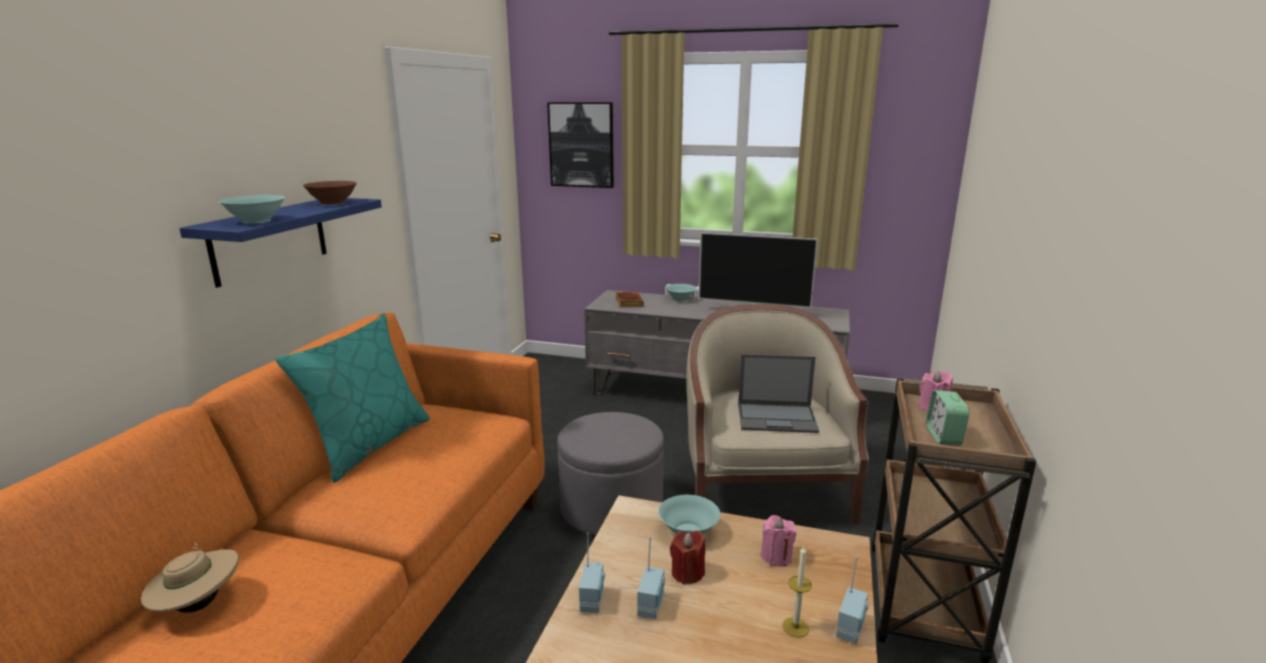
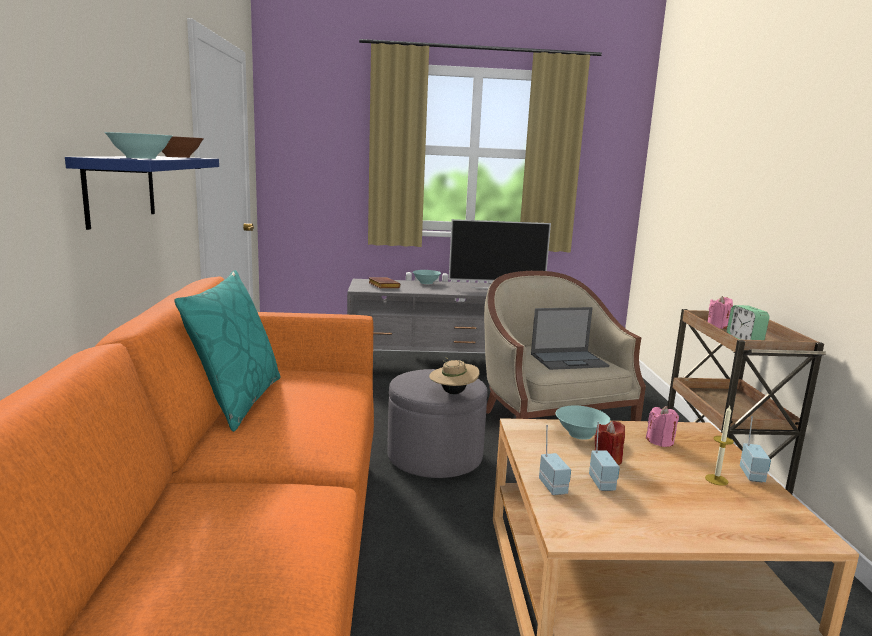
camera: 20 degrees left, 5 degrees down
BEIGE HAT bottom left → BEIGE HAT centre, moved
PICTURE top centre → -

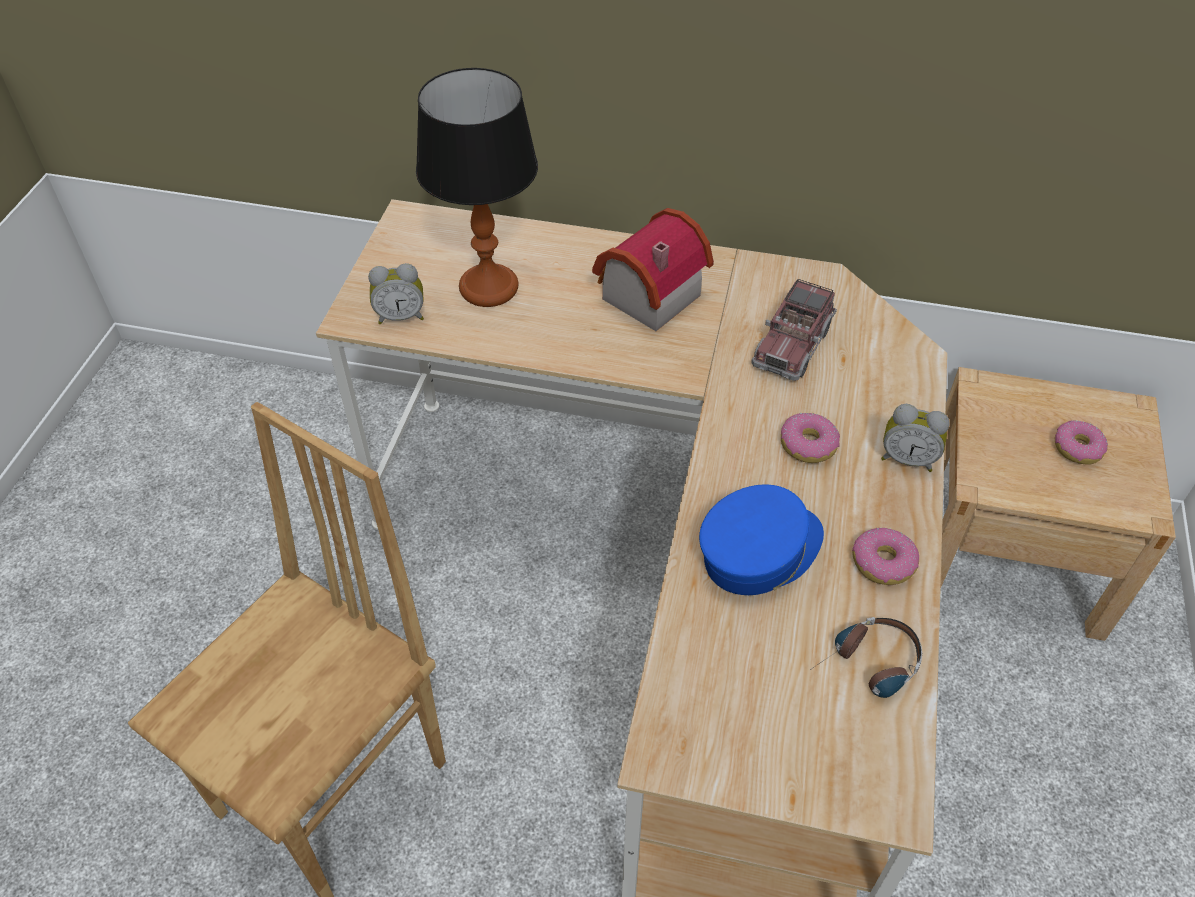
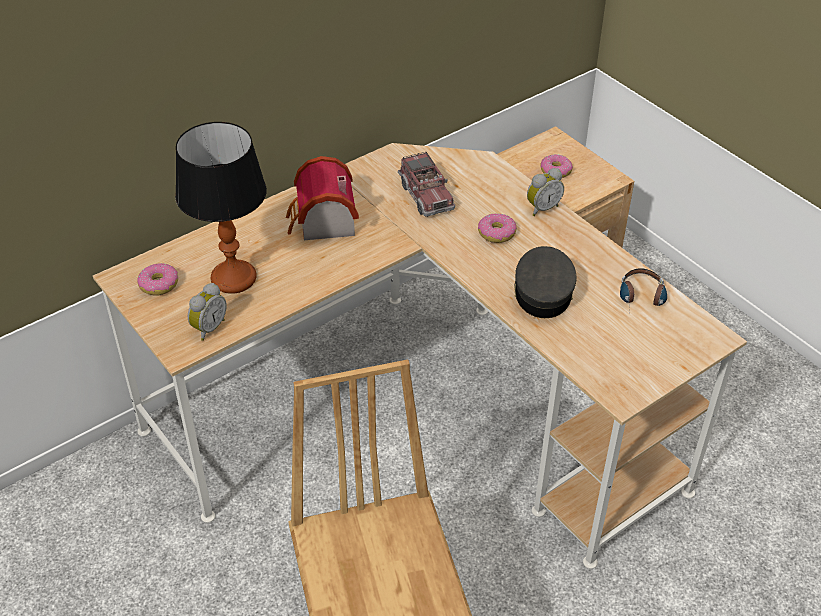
camera: 50 degrees left, 5 degrees down
DONUT (2nd from left in the first image) middle right → DONUT (1st from left) middle left, moved
BLUE CAP centre → GREY CAP centre

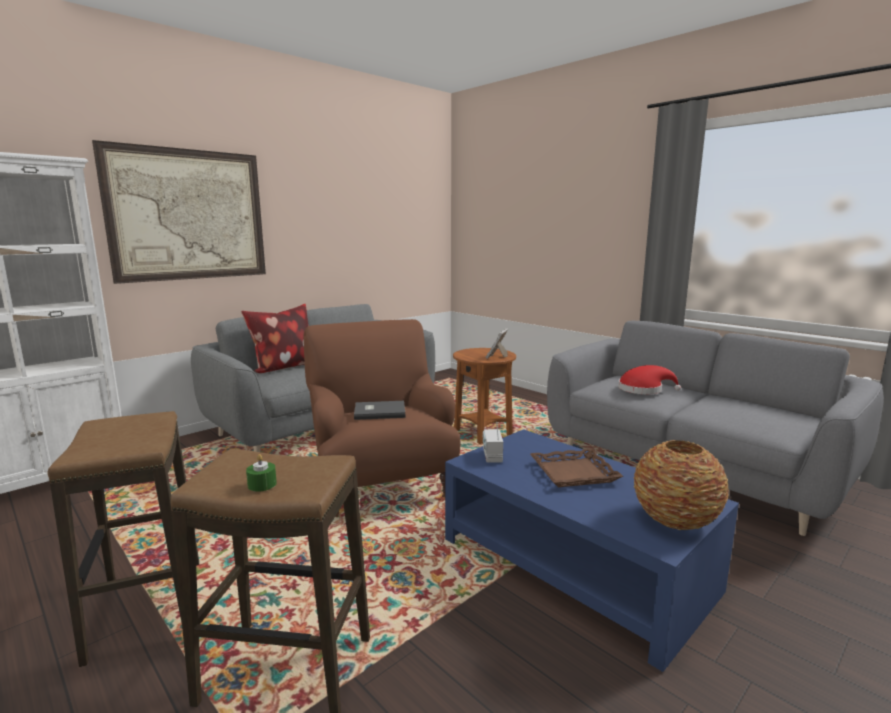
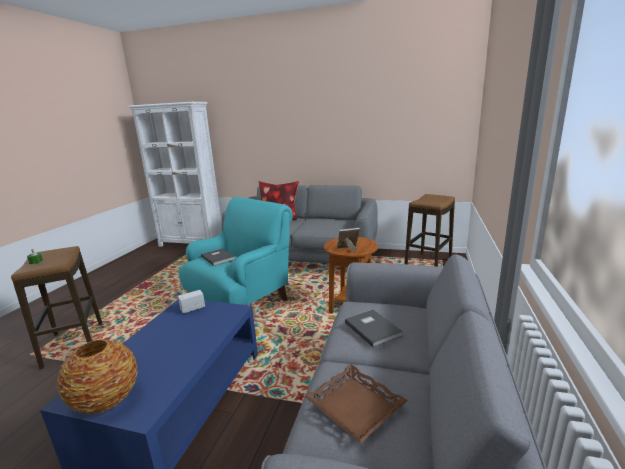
camera: 60 degrees right, 5 degrees up
BROWN ARMCHAIR centre → TURQUOISE ARMCHAIR centre
BROWN TRAY centre → BROWN TRAY bottom centre, moved
RED HAT middle right → GREY BOOK (2nd from left) bottom centre
STOOL (1st from left in the first image) bottom left → STOOL (2nd from left) middle right, moved
PICTURE top left → -

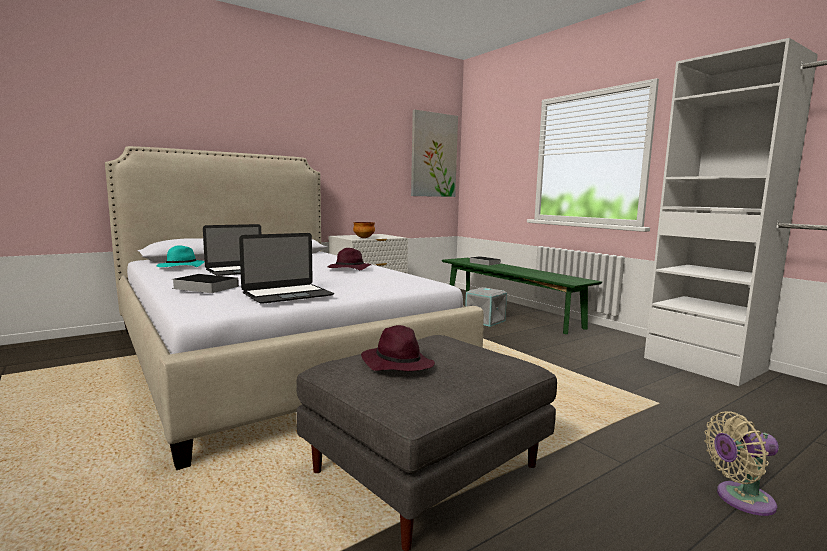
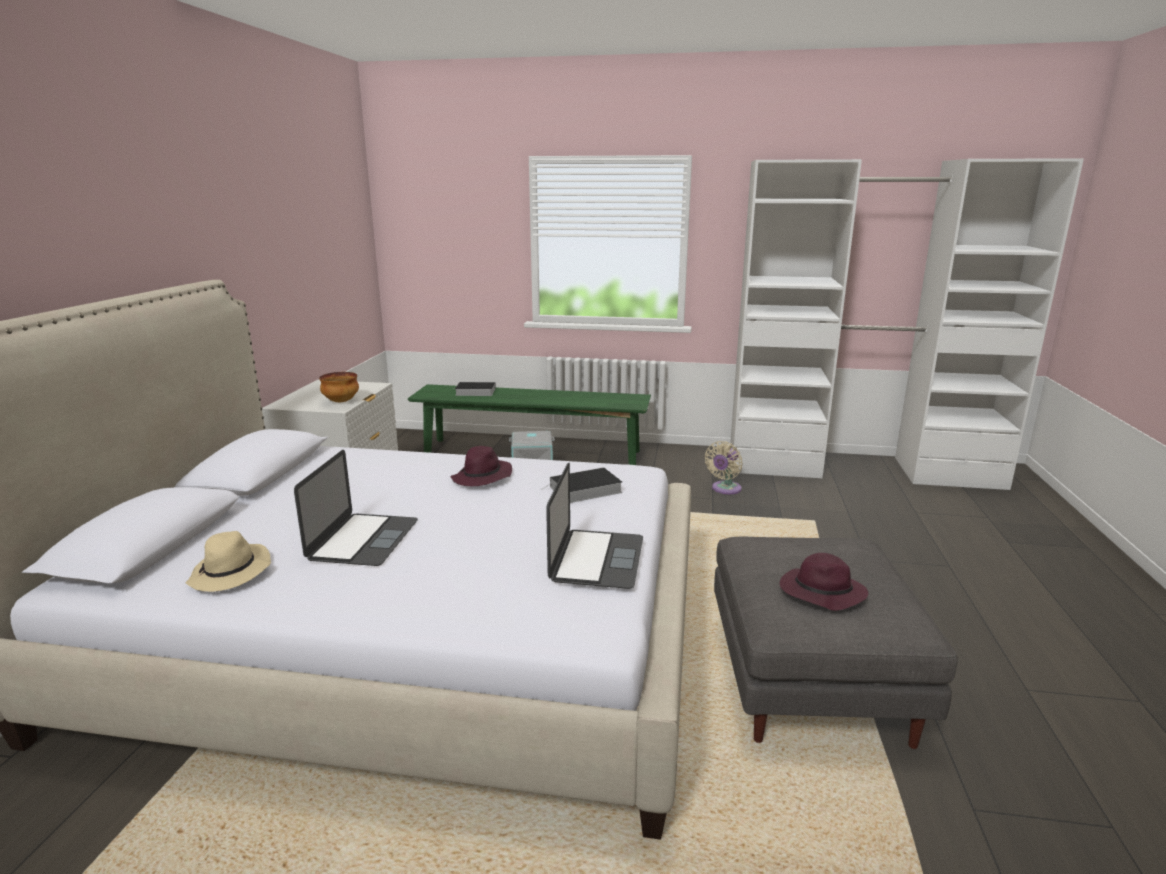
camera: 45 degrees left, 10 degrees up
TURQUOISE HAT middle left → BEIGE HAT middle left
BOOK (1st from left in the first image) middle left → BOOK (2nd from left) centre, moved
BEIGE FAN bottom right → BEIGE FAN centre, moved
PICTURE top centre → -

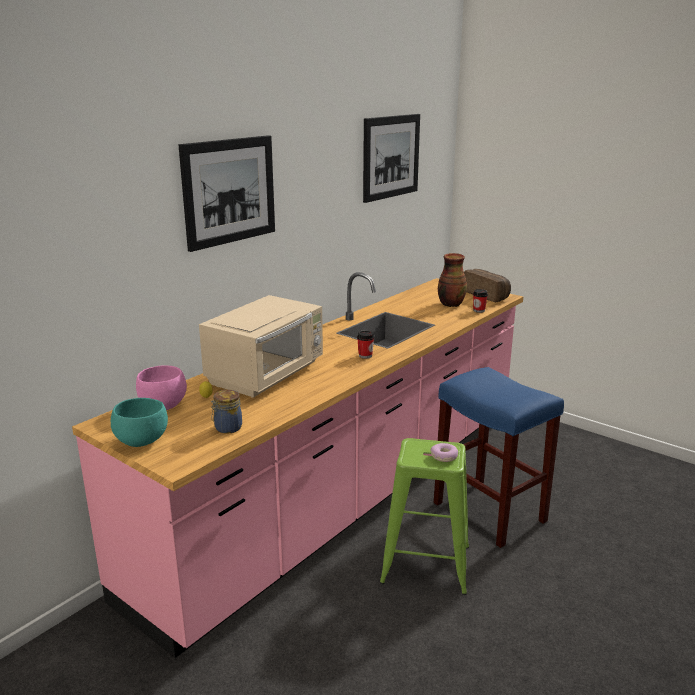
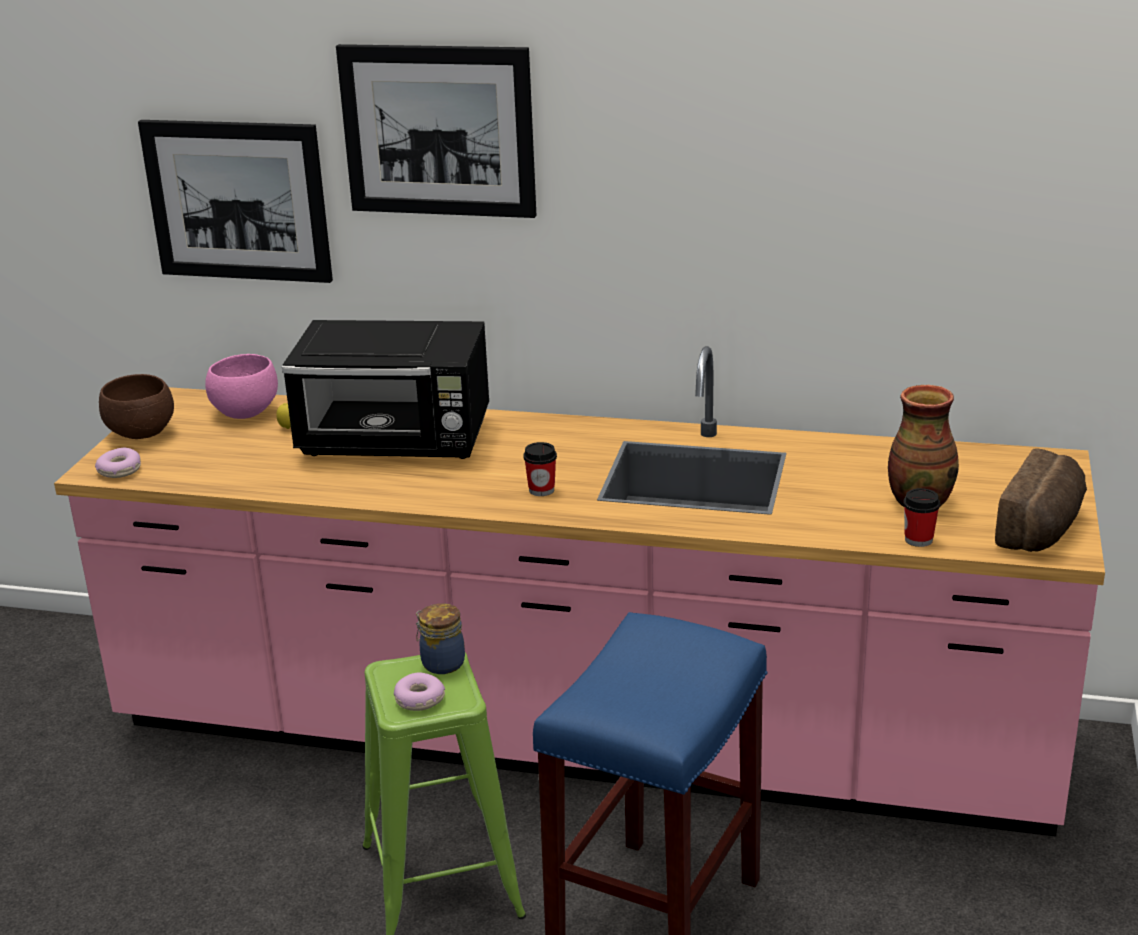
camera: 65 degrees right, 5 degrees up
- → DONUT (1st from left) middle left
TURQUOISE BOWL middle left → BROWN BOWL middle left
PICTURE (2nd from left in the first image) top centre → PICTURE (1st from left) top left, moved
BEIGE MICROWAVE centre → BLACK MICROWAVE centre
JAR middle left → JAR bottom centre, moved

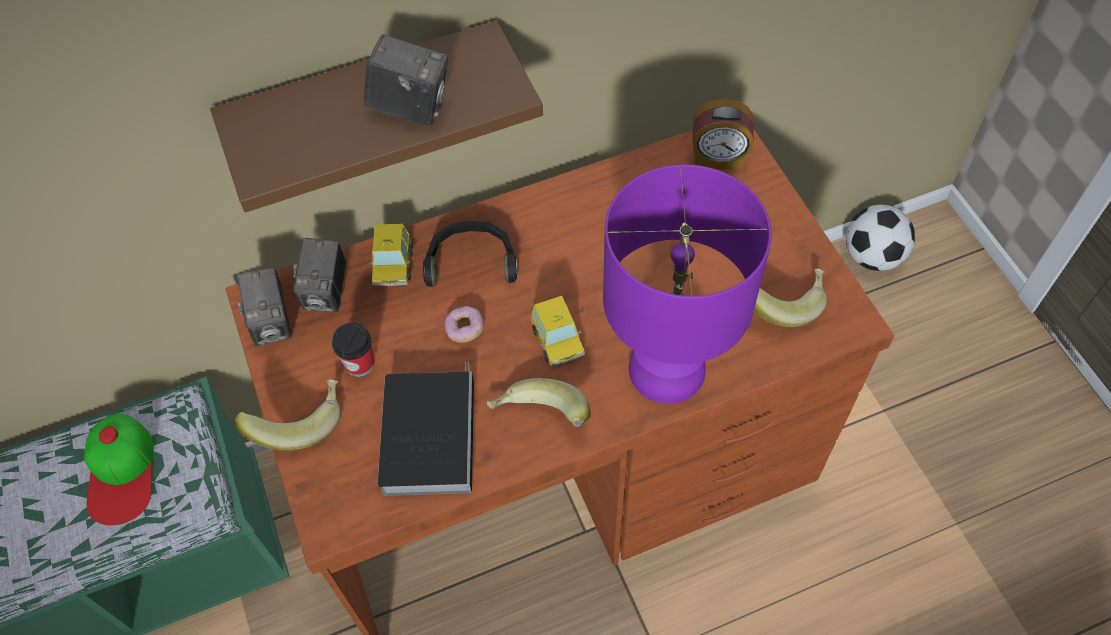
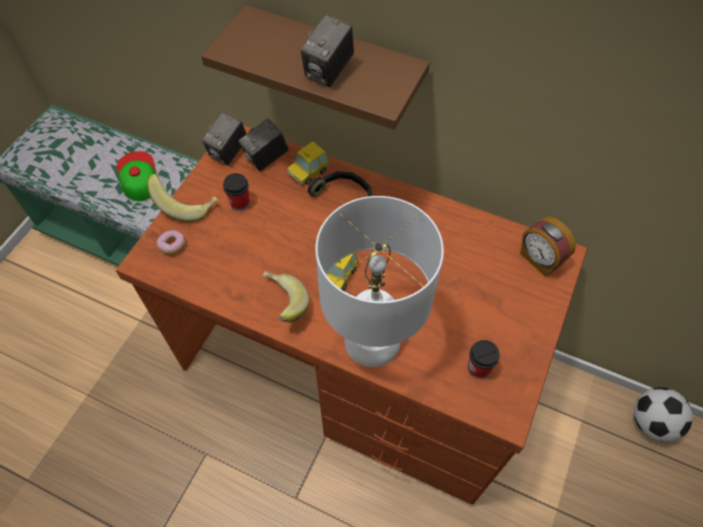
camera: 45 degrees right, 0 degrees up
CAP bottom left → CAP middle left, 120 degrees clockwise
DONUT centre → DONUT middle left, moved
PHOTO CAMERA (3rd from left) top centre, 60 degrees clockwise
PURPLE TABLE LAMP centre → WHITE TABLE LAMP centre
BANANA (3rd from left) middle right → CUP (2nd from left) bottom right
BOOK bottom centre → -

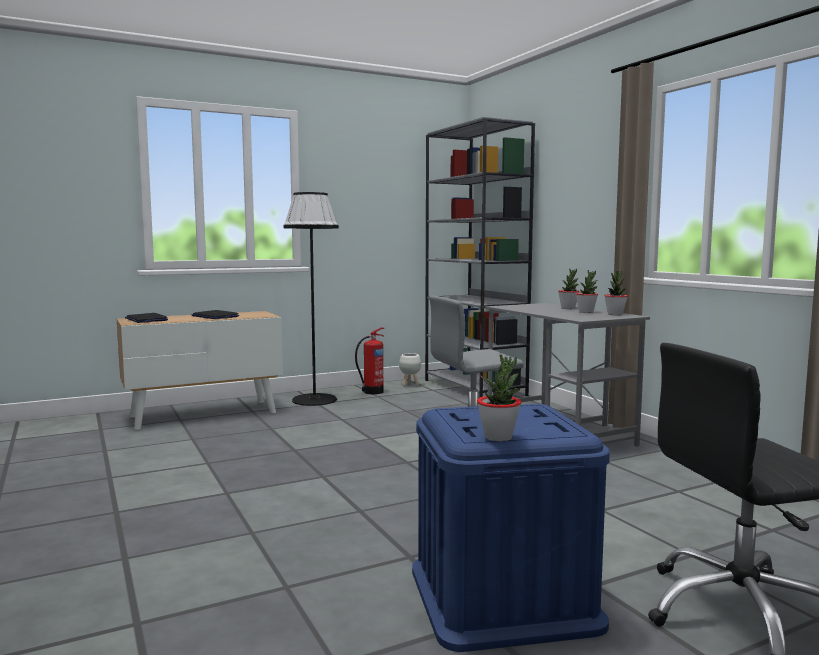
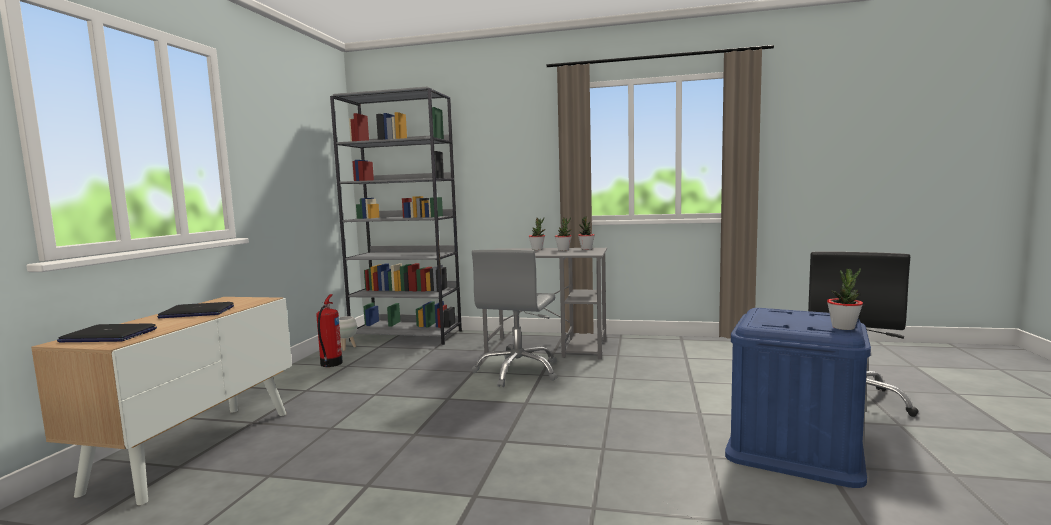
camera: 50 degrees left, 0 degrees up
BLACK FLOOR LAMP centre → -

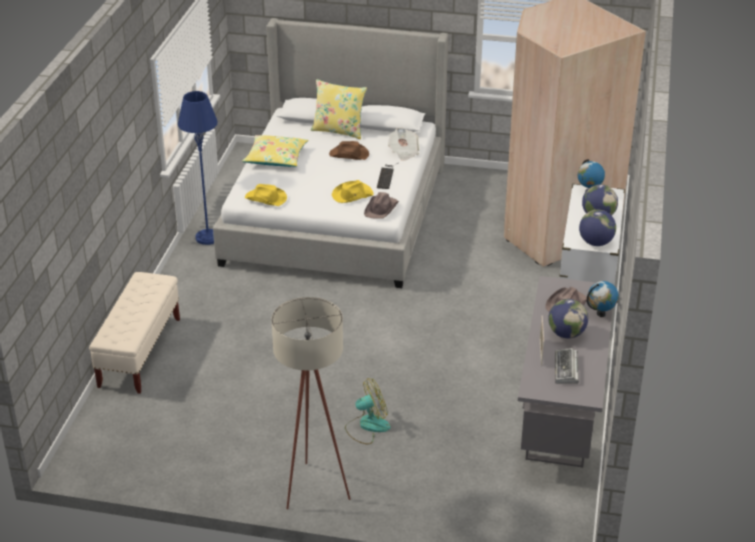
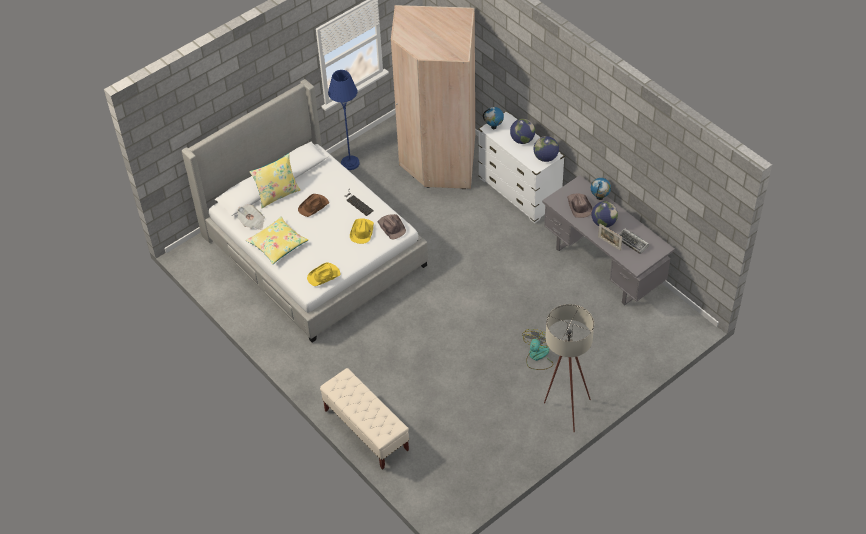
camera: 50 degrees left, 15 degrees up
NEWSPAPER top centre → NEWSPAPER middle left, moved
BLUE FLOOR LAMP top left → BLUE FLOOR LAMP top centre, moved

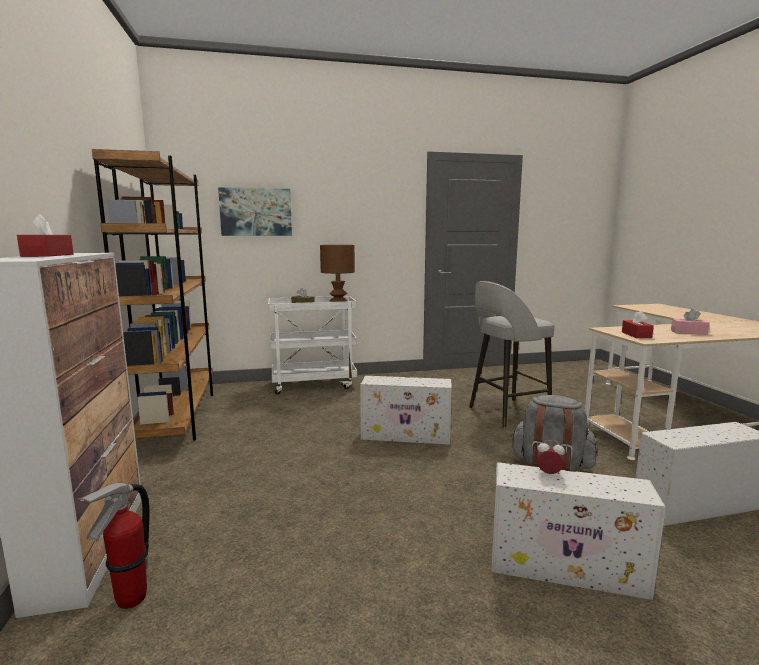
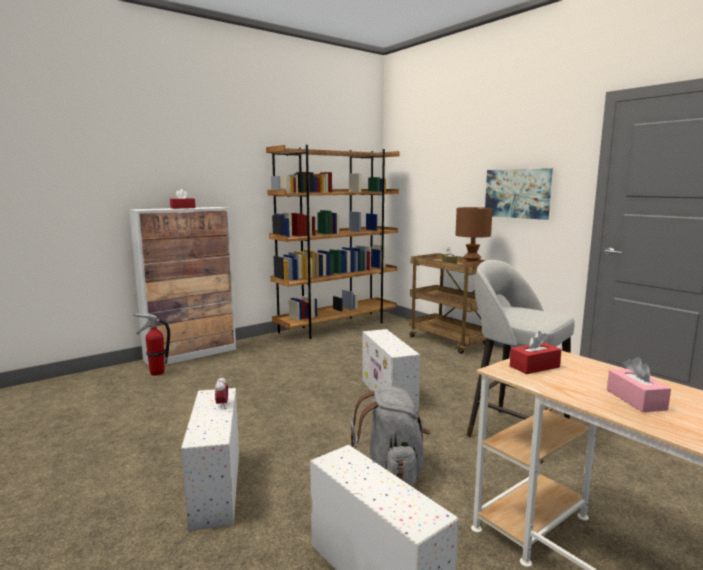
camera: 65 degrees right, 0 degrees up
WHITE CART centre → BROWN CART centre
PICTURE top centre → PICTURE middle right, moved

